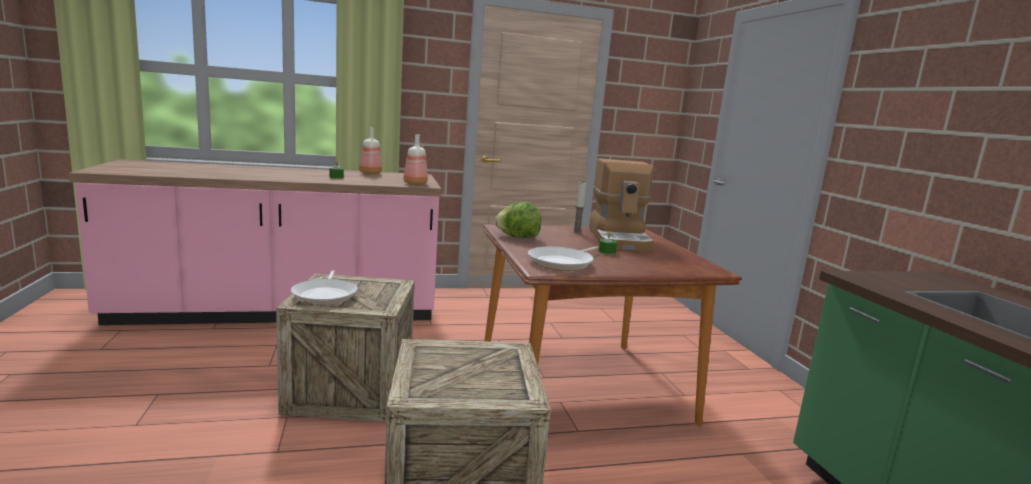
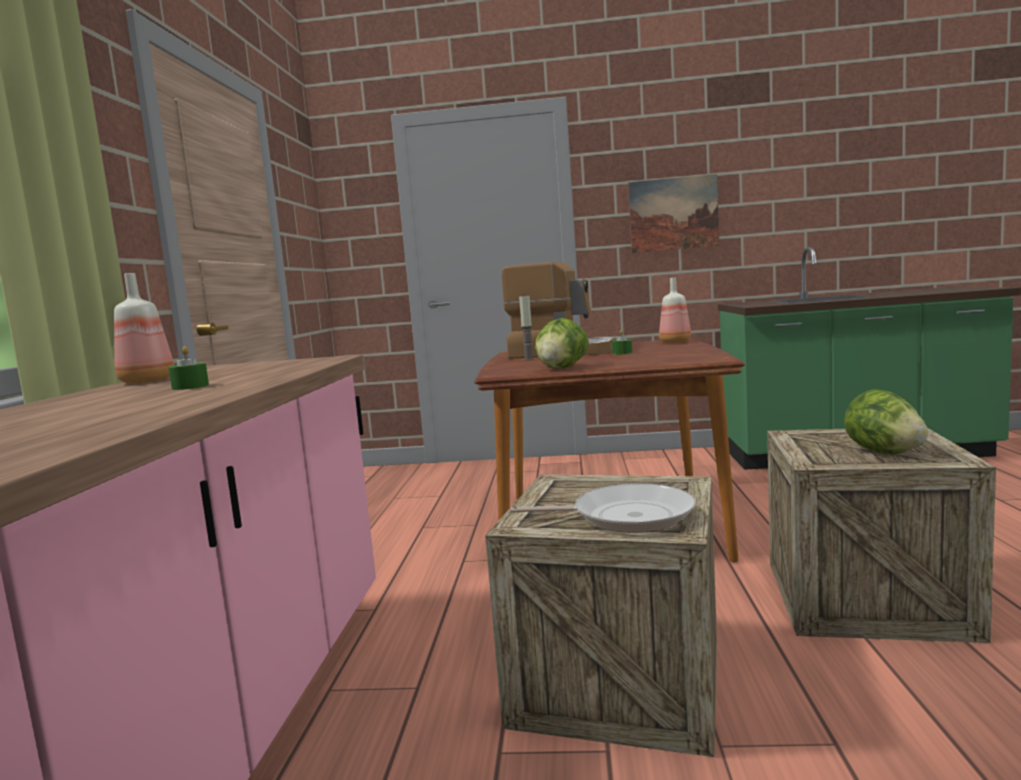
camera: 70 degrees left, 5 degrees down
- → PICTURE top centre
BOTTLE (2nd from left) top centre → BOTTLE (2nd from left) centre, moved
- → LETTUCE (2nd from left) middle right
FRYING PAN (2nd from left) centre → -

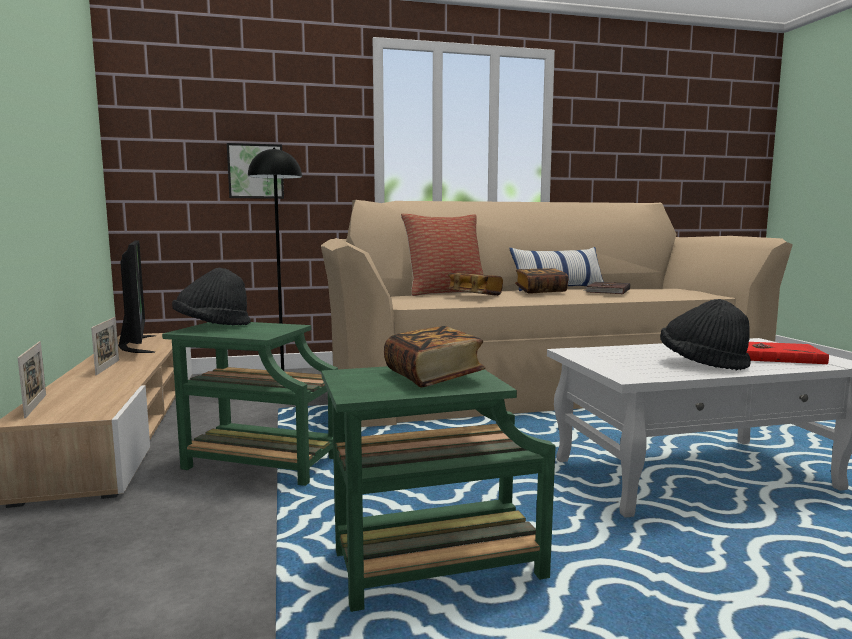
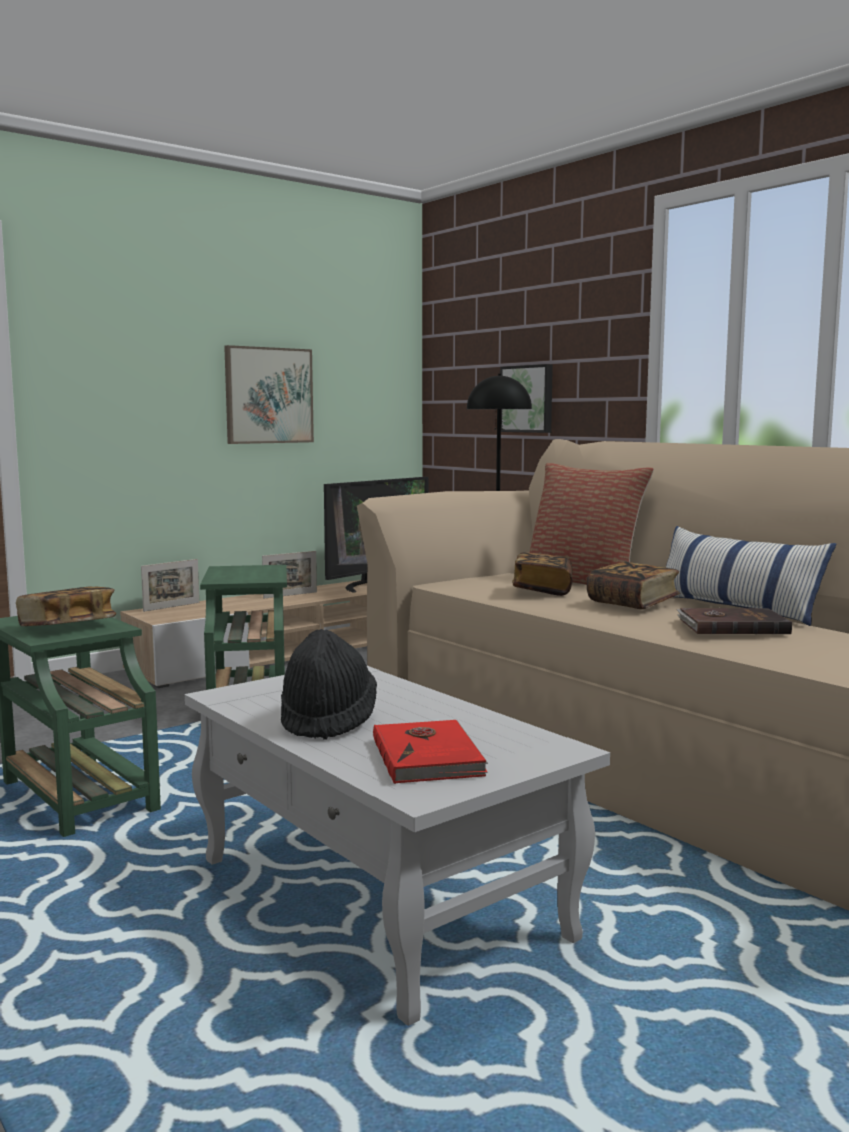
camera: 65 degrees right, 0 degrees up
- → PICTURE (1st from left) middle left
BLACK HAT (1st from left) middle left → -

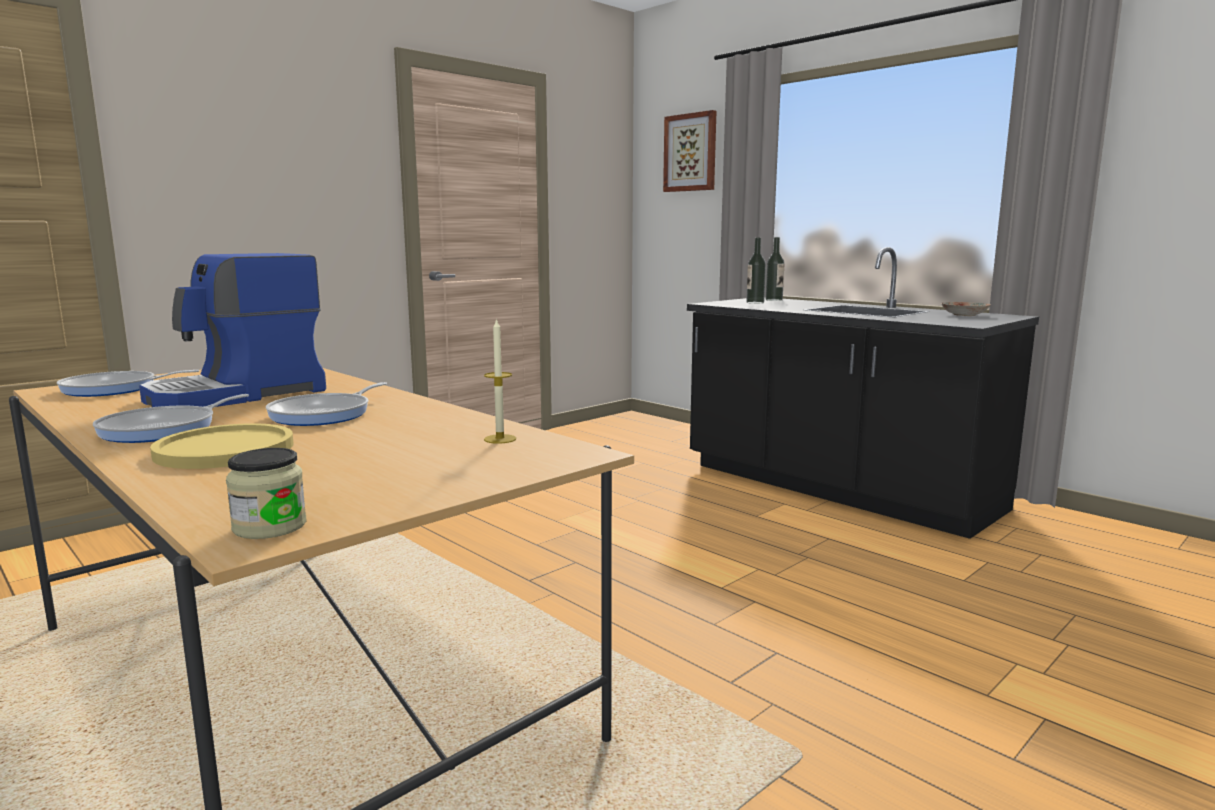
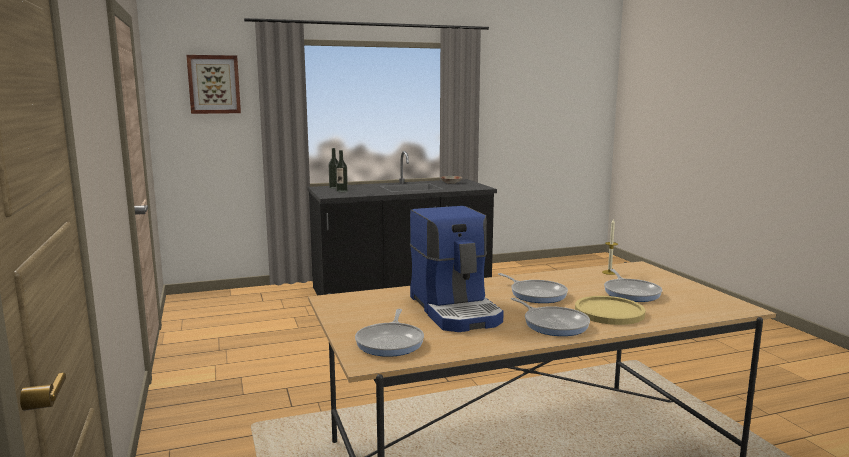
camera: 65 degrees left, 0 degrees up
- → FRYING PAN (4th from left) middle right
JAR middle left → -

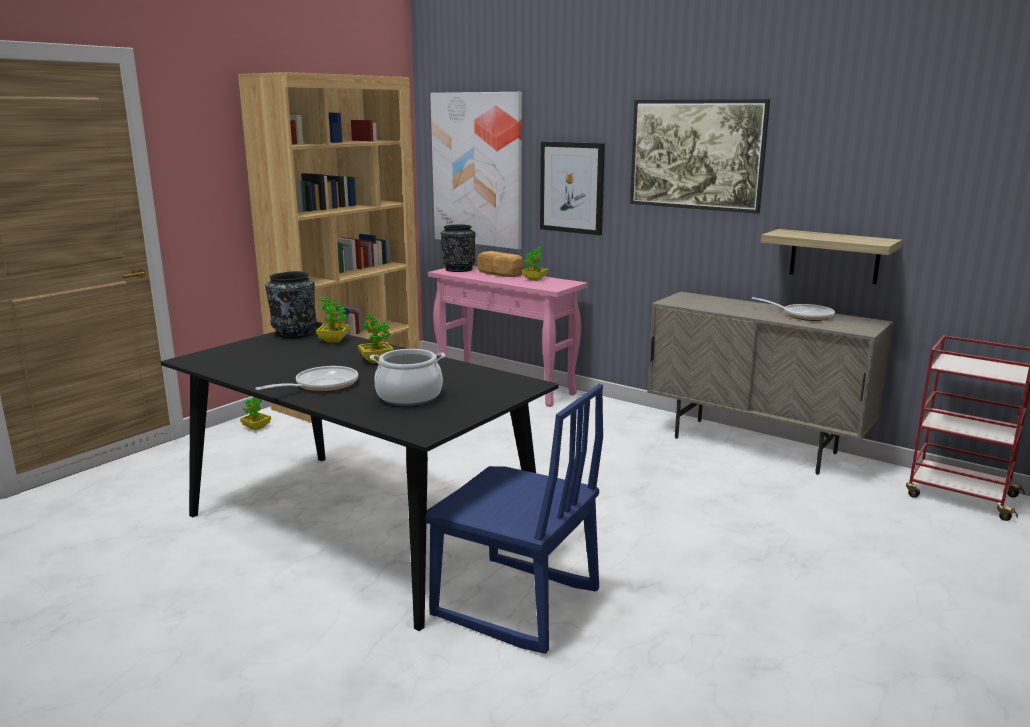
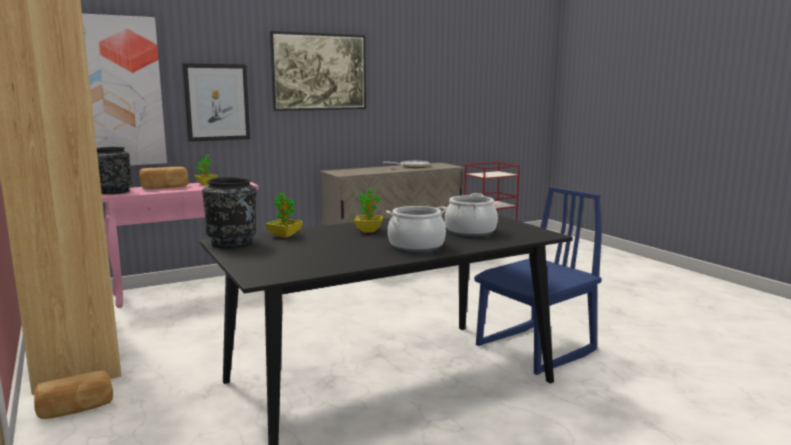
camera: 65 degrees left, 5 degrees down
POTTED PLANT (1st from left) middle left → BREAD (1st from left) bottom left
FRYING PAN (1st from left) middle left → COOKING POT (1st from left) centre
SHELF middle right → -

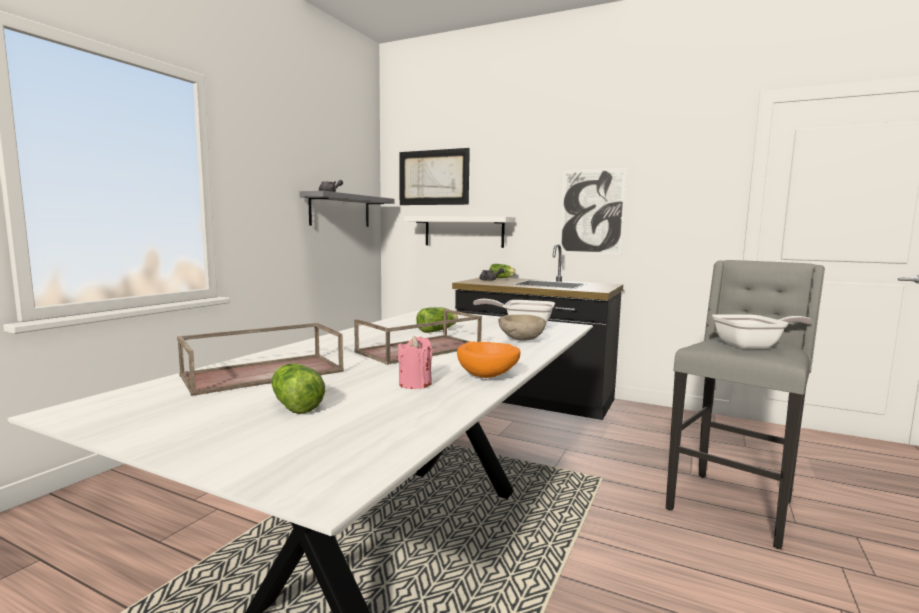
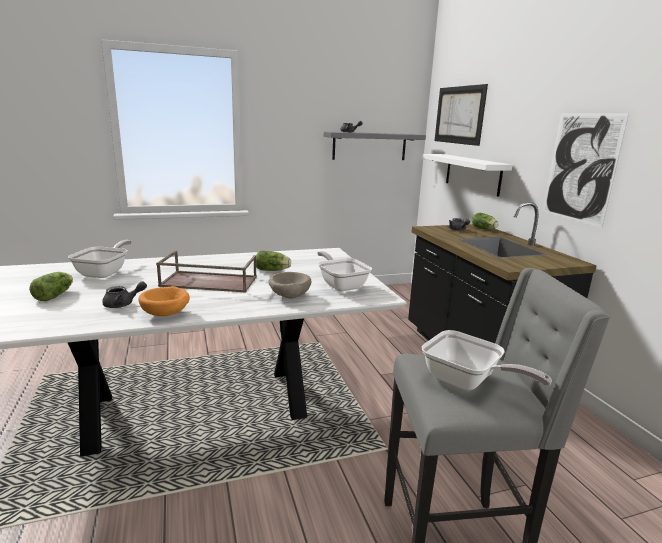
camera: 45 degrees right, 10 degrees up
BROWN TRAY (1st from left) middle left → FRYING PAN (1st from left) middle left
PINK CANDLE centre → GREY TEAPOT (1st from left) middle left

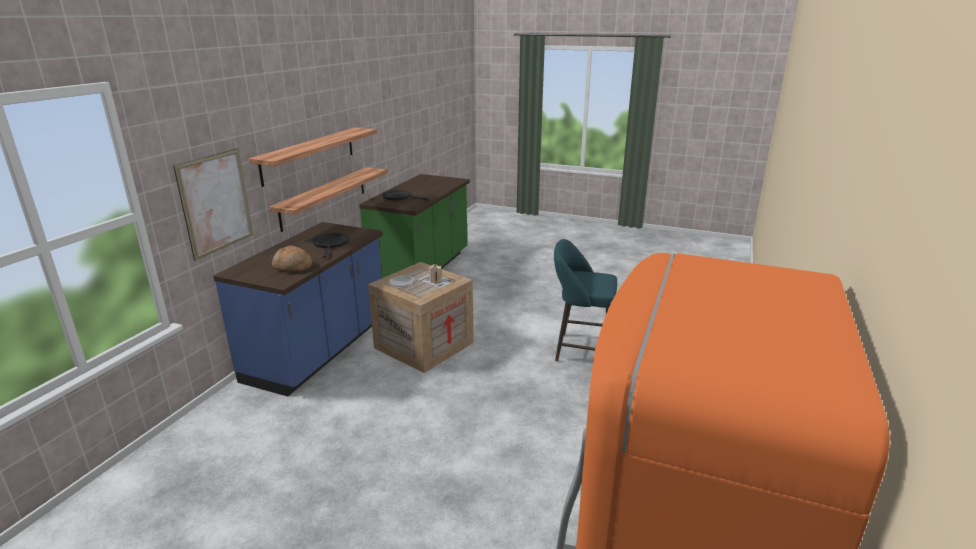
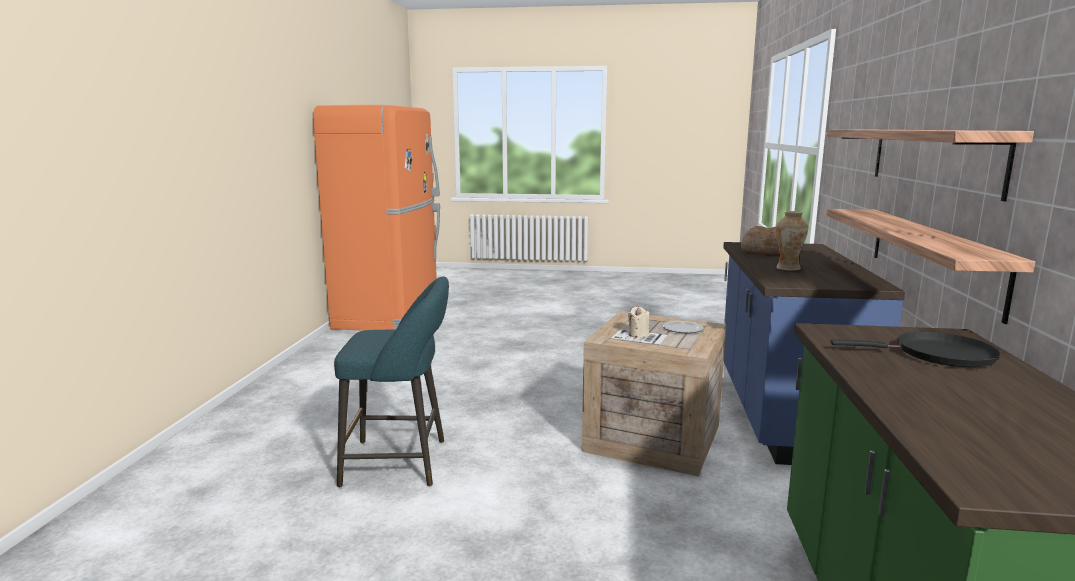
camera: 165 degrees right, 10 degrees down
BLACK FRYING PAN (1st from left) centre → VASE middle right
PICTURE middle left → -

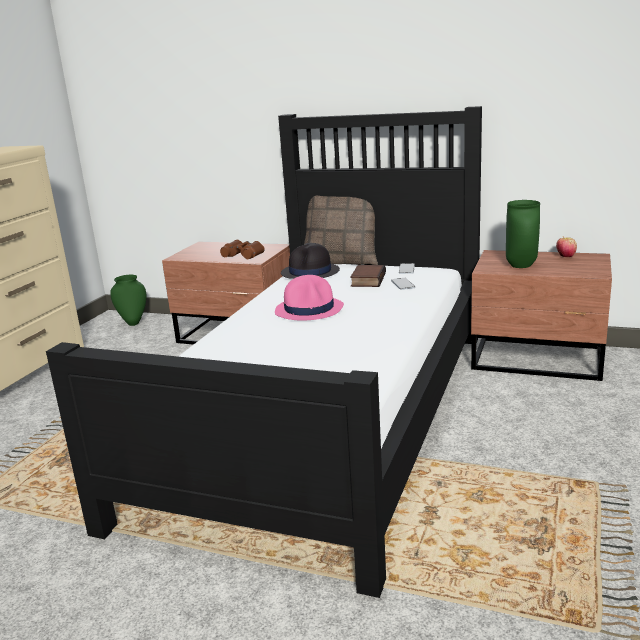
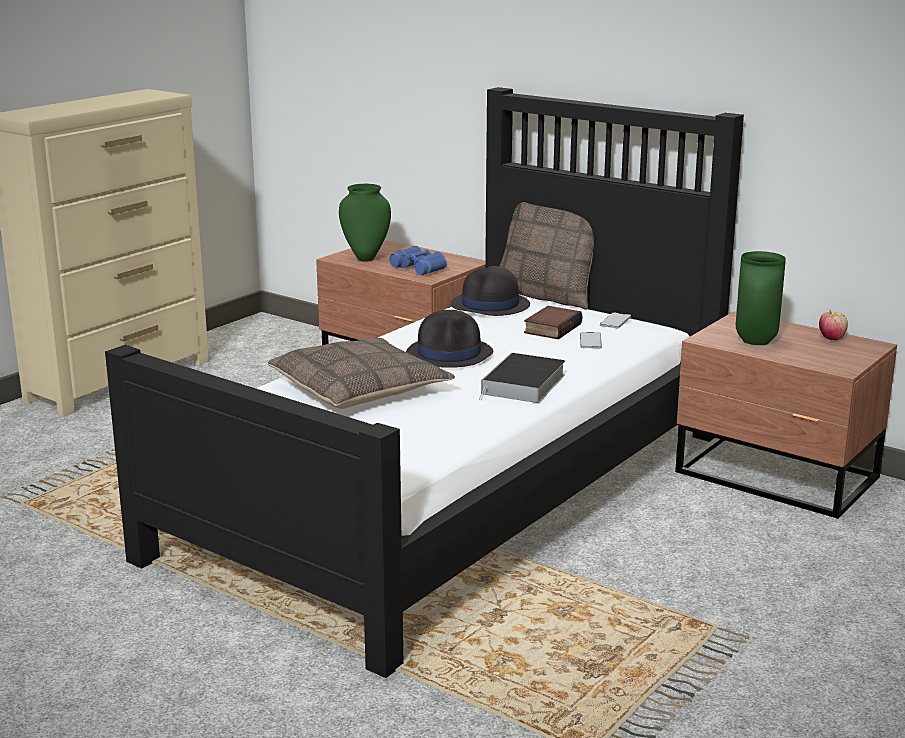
camera: 15 degrees right, 0 degrees up
- → PILLOW (1st from left) centre
GREEN VASE (1st from left) middle left → GREEN VASE (1st from left) top centre, moved
BROWN BINOCULARS centre → BLUE BINOCULARS centre
PINK HAT centre → BLACK HAT (1st from left) centre
- → BOOK (1st from left) centre

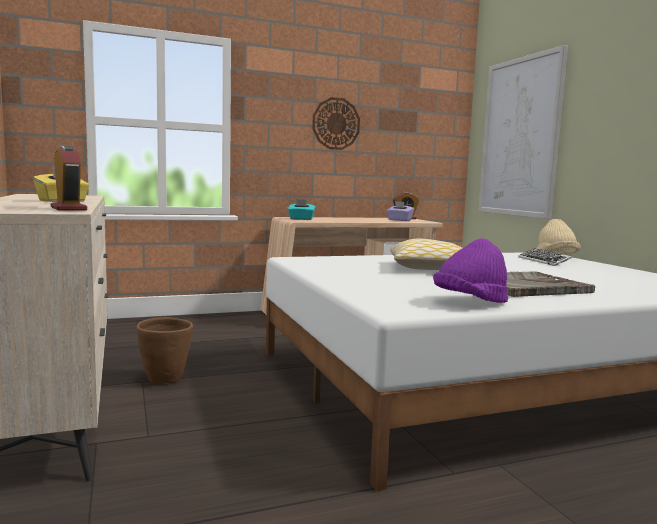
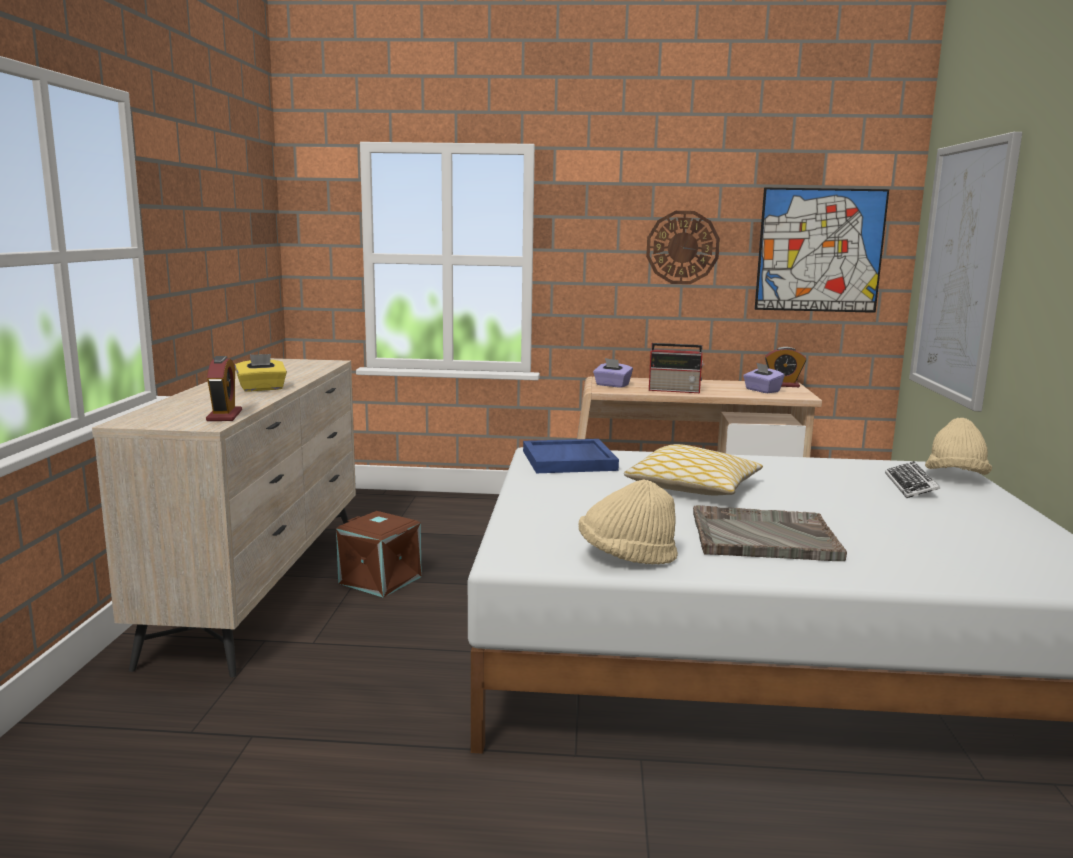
camera: 25 degrees right, 5 degrees up
BROWN PLANTER bottom left → BROWN STORAGE BOX centre
- → BLUE TRAY centre
PURPLE HAT middle right → BEIGE HAT (1st from left) centre
TURQUOISE TISSUE BOX centre → PURPLE TISSUE BOX (1st from left) centre
- → RADIO centre
- → PICTURE (1st from left) top right

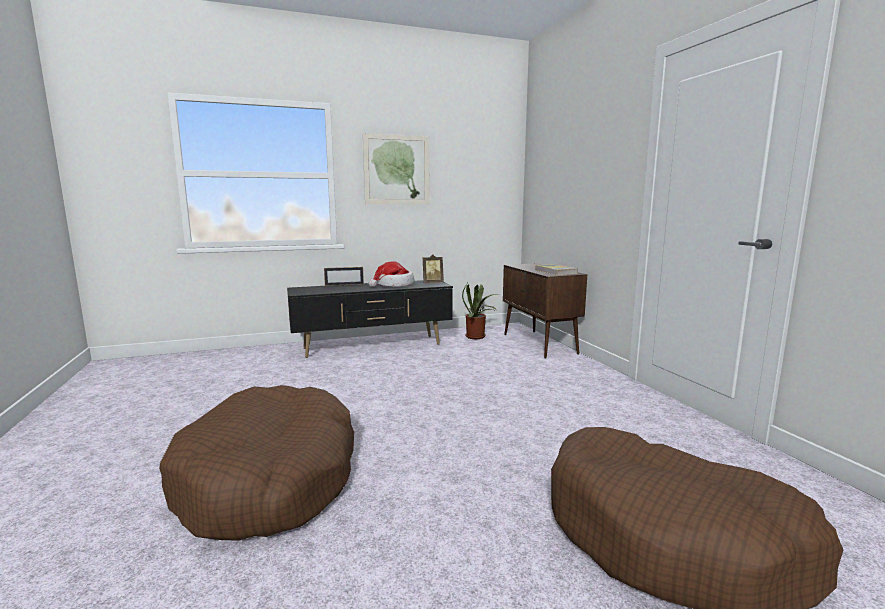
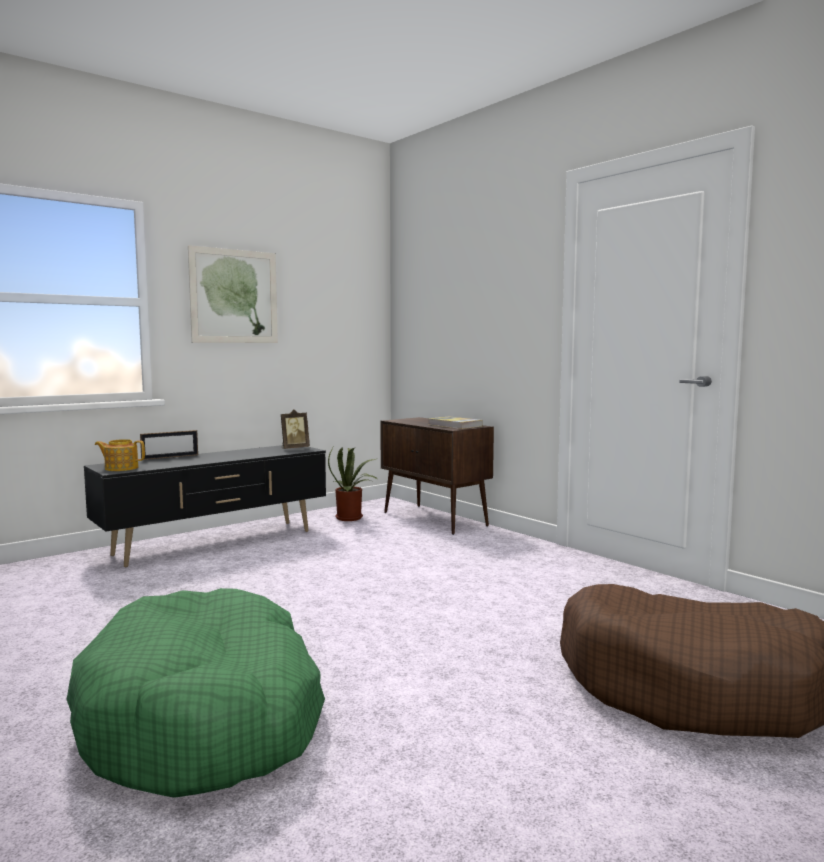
camera: 20 degrees left, 5 degrees down
BROWN DOG BED (1st from left) bottom left → GREEN DOG BED bottom left
- → TEAPOT middle left
HAT centre → -

